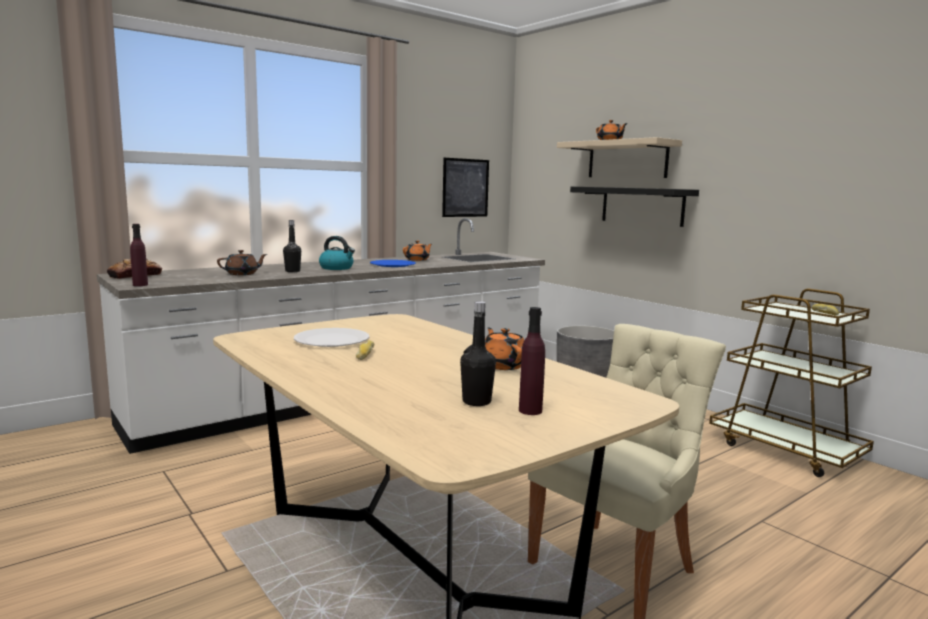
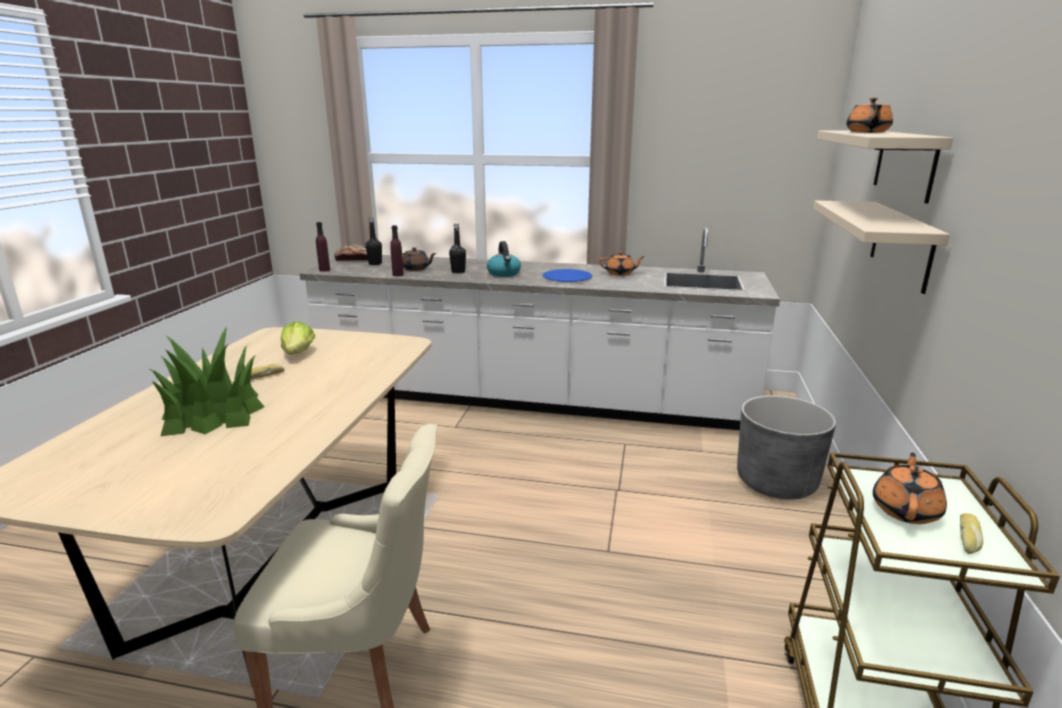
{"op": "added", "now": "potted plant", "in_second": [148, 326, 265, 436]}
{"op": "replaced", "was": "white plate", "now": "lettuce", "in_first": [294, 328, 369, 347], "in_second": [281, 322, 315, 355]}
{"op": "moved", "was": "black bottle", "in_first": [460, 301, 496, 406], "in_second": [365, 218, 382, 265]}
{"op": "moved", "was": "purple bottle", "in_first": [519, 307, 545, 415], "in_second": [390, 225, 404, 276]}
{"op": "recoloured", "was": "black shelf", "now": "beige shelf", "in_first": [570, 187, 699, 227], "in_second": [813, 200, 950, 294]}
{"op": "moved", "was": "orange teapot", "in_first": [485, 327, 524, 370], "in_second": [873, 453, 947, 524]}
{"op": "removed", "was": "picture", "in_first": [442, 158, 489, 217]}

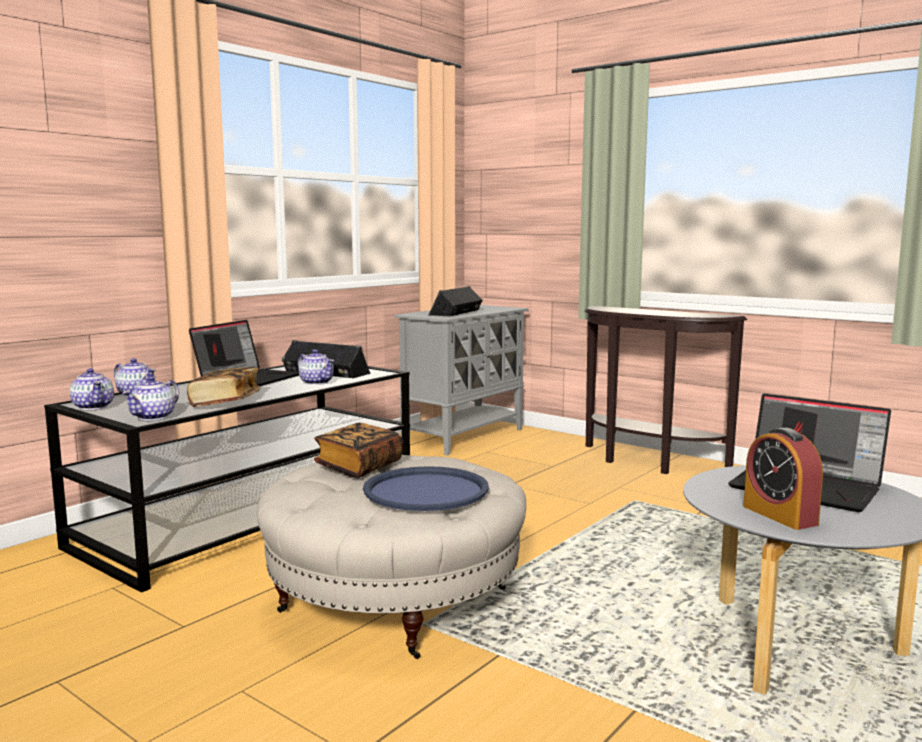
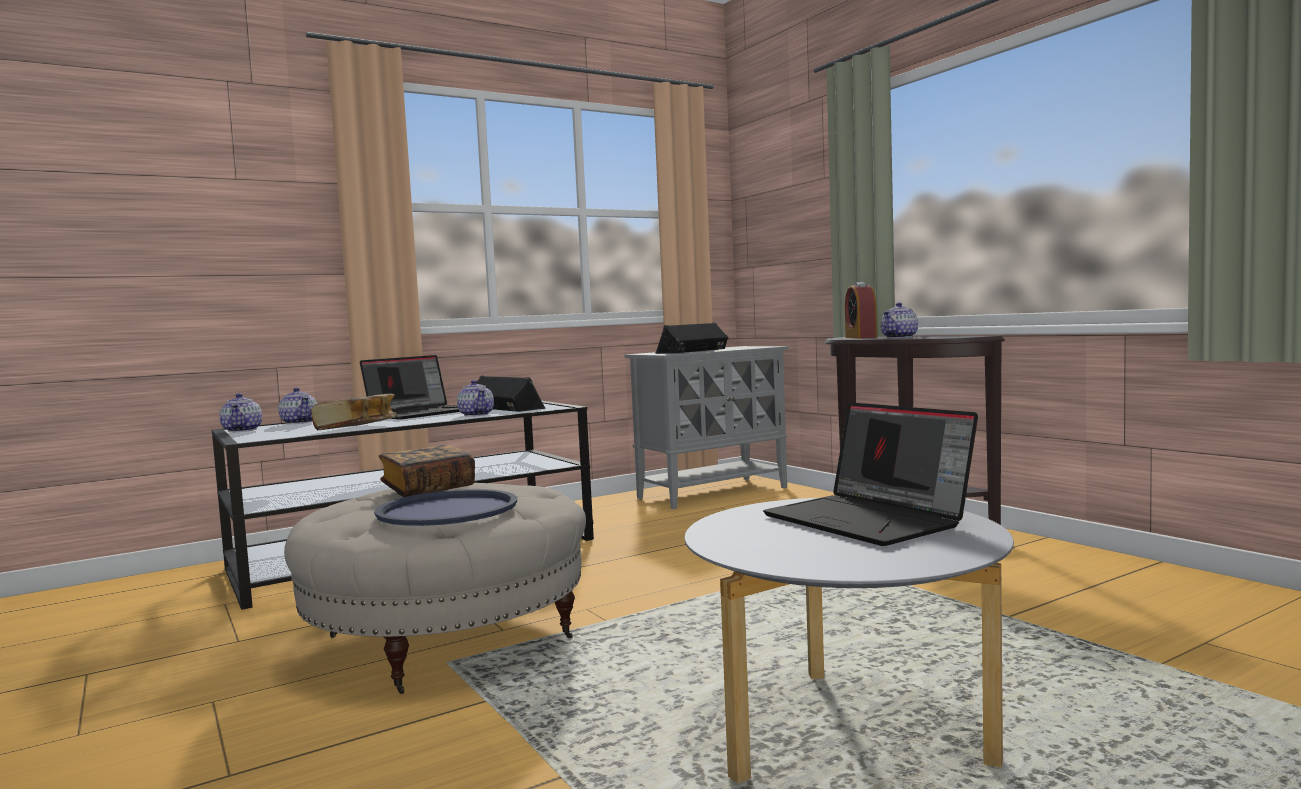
{"op": "moved", "was": "alarm clock", "in_first": [743, 428, 823, 530], "in_second": [845, 282, 877, 339]}
{"op": "moved", "was": "teapot", "in_first": [122, 376, 179, 420], "in_second": [881, 303, 918, 338]}

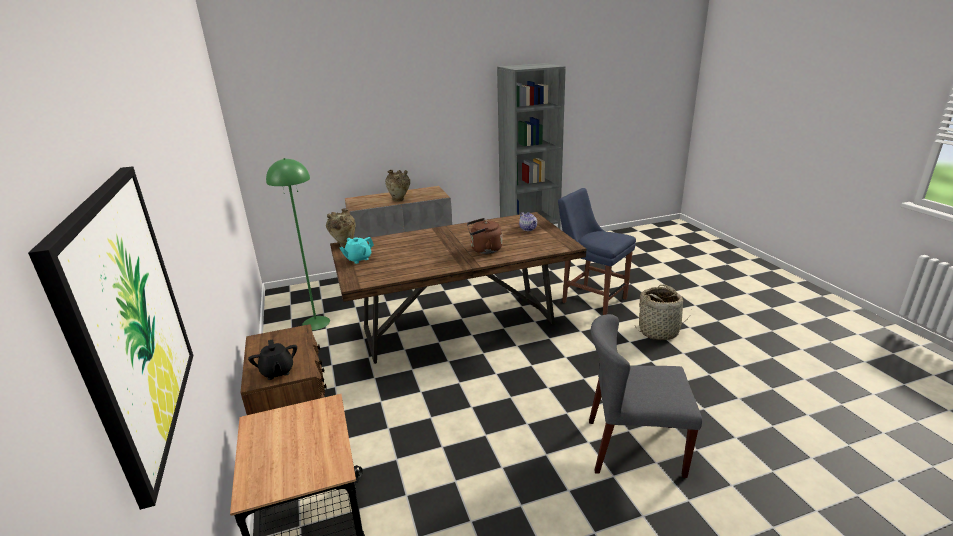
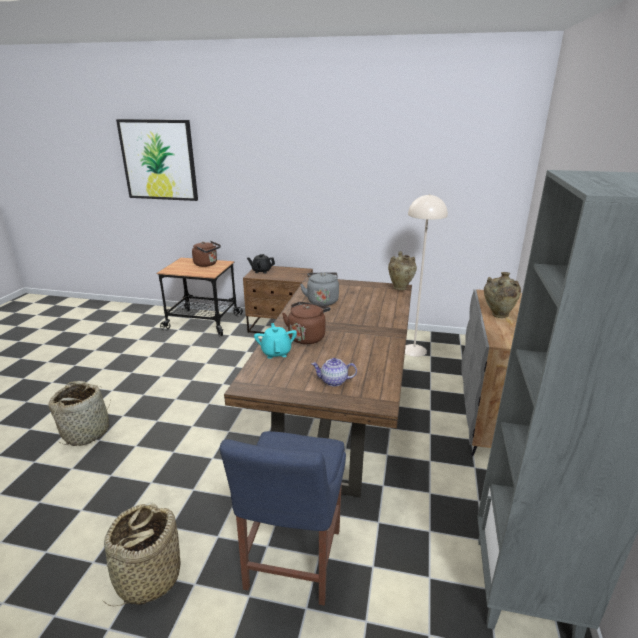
{"op": "replaced", "was": "grey chair", "now": "basket", "in_first": [589, 314, 702, 478], "in_second": [48, 381, 111, 446]}
{"op": "added", "now": "brown kettle", "in_second": [192, 241, 221, 267]}
{"op": "turned", "was": "blue chair", "in_first": [558, 188, 636, 315], "in_second": [220, 431, 346, 606], "clockwise": 120}
{"op": "moved", "was": "turquoise teapot", "in_first": [340, 237, 374, 264], "in_second": [254, 323, 297, 359]}
{"op": "added", "now": "grey kettle", "in_second": [300, 272, 339, 306]}
{"op": "recoloured", "was": "green floor lamp", "now": "beige floor lamp", "in_first": [266, 158, 330, 330], "in_second": [405, 194, 448, 357]}

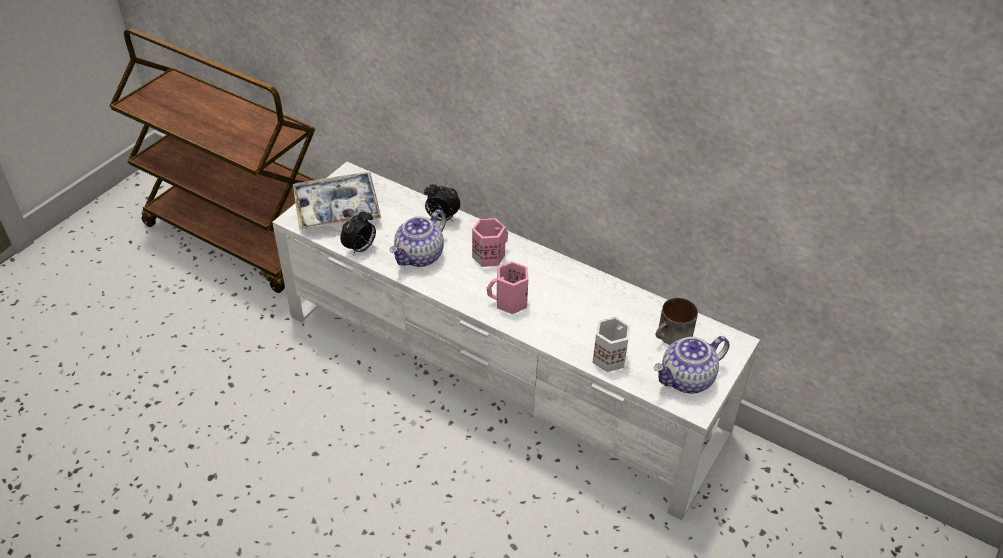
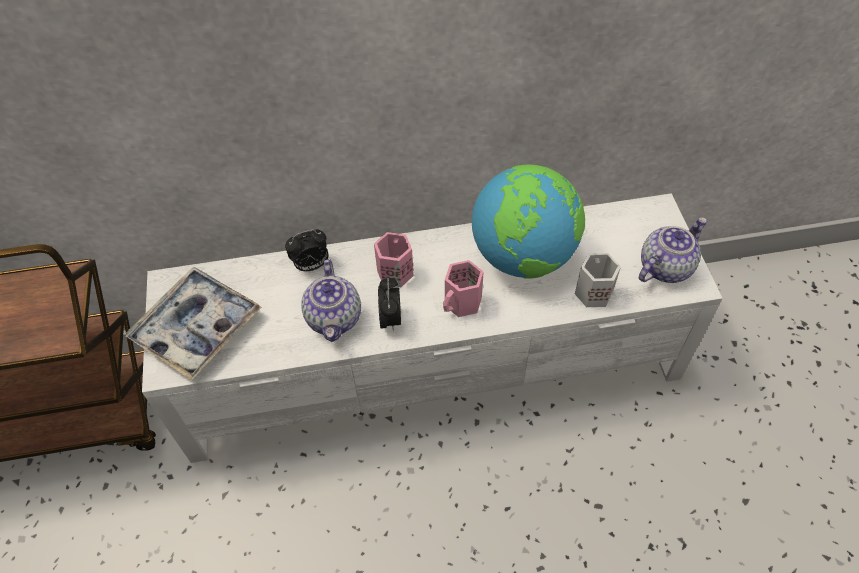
{"op": "moved", "was": "alarm clock", "in_first": [340, 210, 376, 256], "in_second": [378, 278, 401, 332]}
{"op": "added", "now": "globe", "in_second": [472, 164, 585, 279]}
{"op": "turned", "was": "teapot", "in_first": [653, 336, 730, 393], "in_second": [639, 217, 707, 283], "clockwise": -150}
{"op": "removed", "was": "mug", "in_first": [656, 298, 698, 345]}

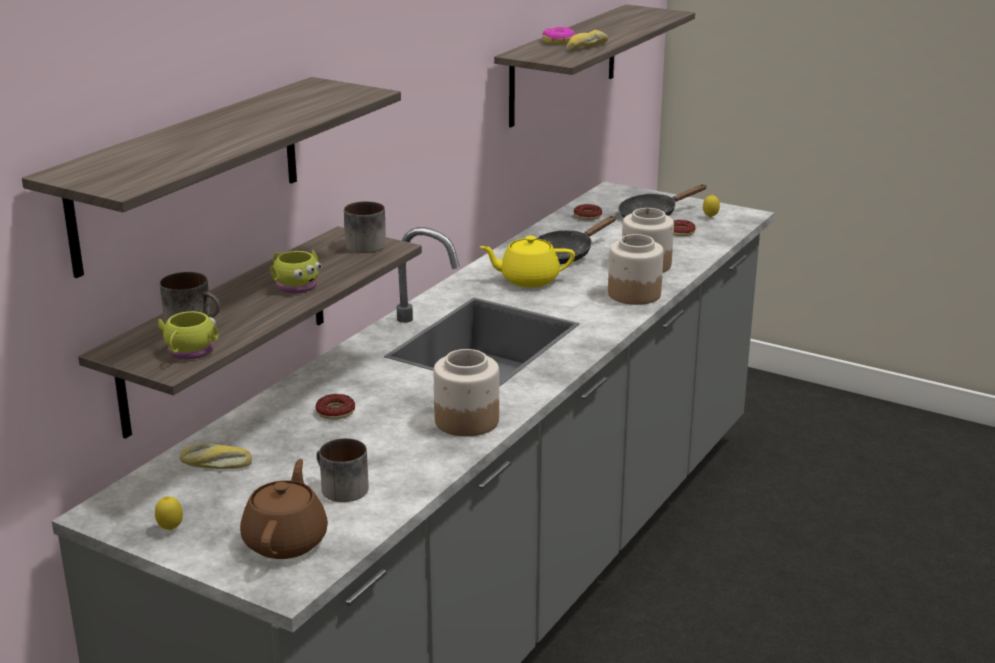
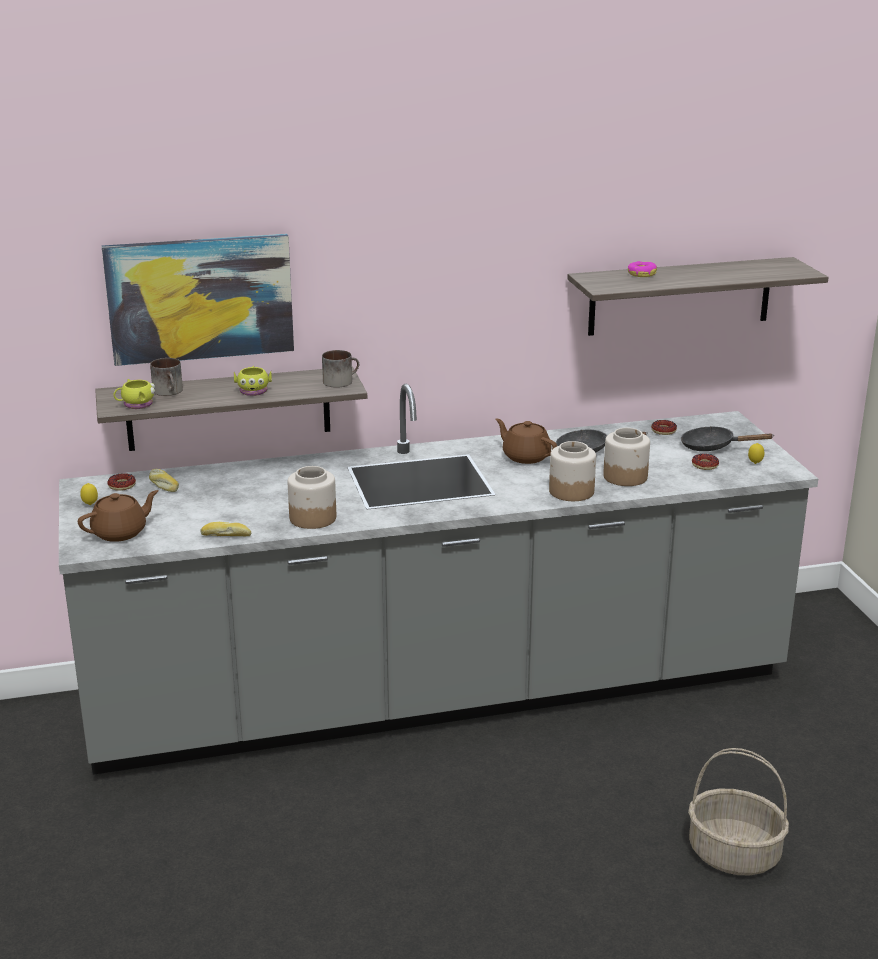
{"op": "replaced", "was": "shelf", "now": "picture", "in_first": [22, 77, 401, 278], "in_second": [102, 234, 294, 366]}
{"op": "moved", "was": "donut", "in_first": [315, 394, 355, 420], "in_second": [108, 473, 136, 491]}
{"op": "moved", "was": "bread", "in_first": [566, 30, 608, 51], "in_second": [200, 522, 251, 536]}
{"op": "recoloured", "was": "yellow teapot", "now": "brown teapot", "in_first": [480, 235, 575, 287], "in_second": [495, 418, 557, 464]}
{"op": "added", "now": "basket", "in_second": [688, 748, 789, 875]}
{"op": "removed", "was": "mug", "in_first": [316, 438, 369, 502]}

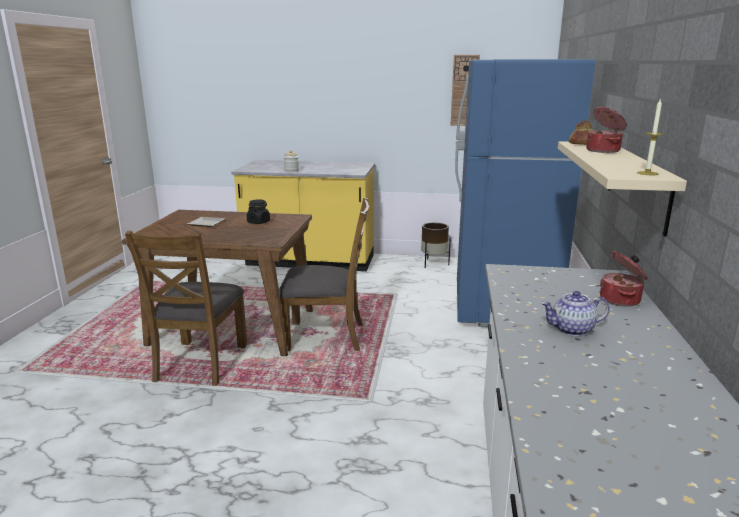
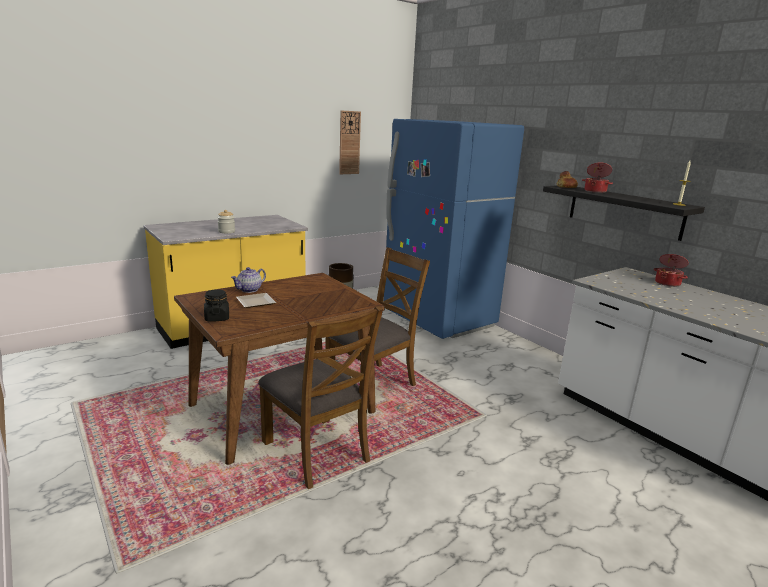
{"op": "moved", "was": "black jar", "in_first": [247, 199, 270, 224], "in_second": [204, 289, 229, 321]}
{"op": "moved", "was": "teapot", "in_first": [541, 291, 610, 336], "in_second": [231, 267, 266, 293]}
{"op": "recoloured", "was": "beige shelf", "now": "black shelf", "in_first": [558, 141, 687, 236], "in_second": [543, 185, 705, 241]}

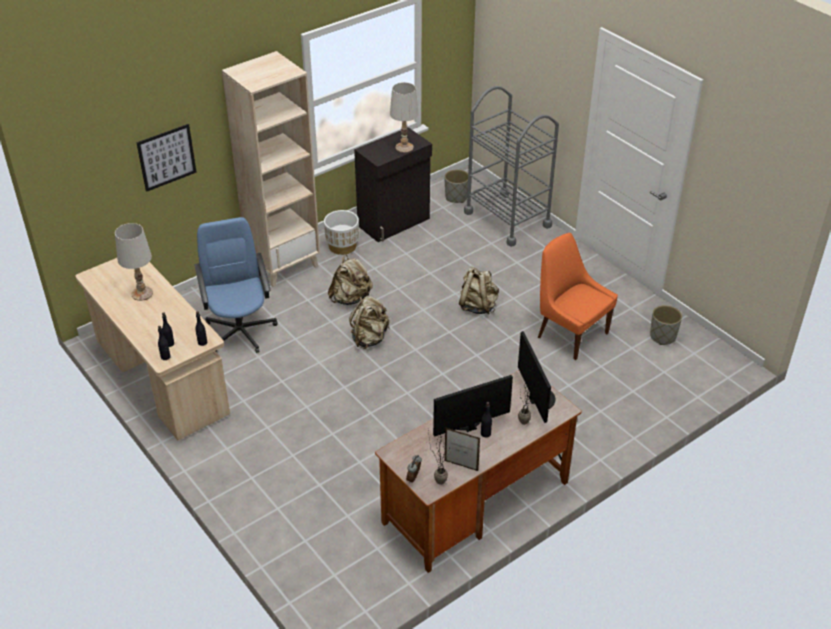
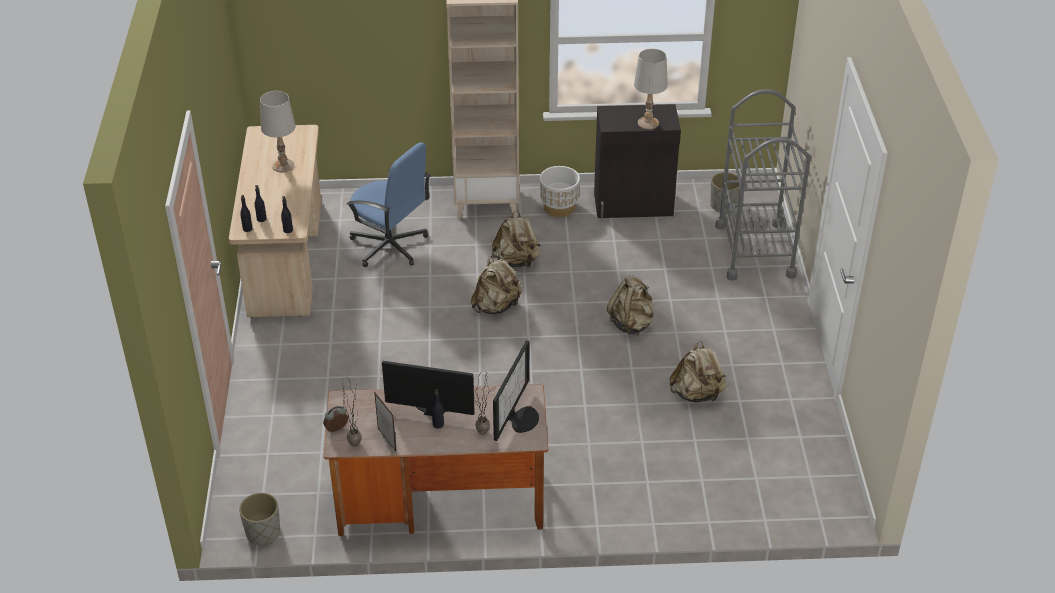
{"op": "moved", "was": "grey planter", "in_first": [650, 305, 682, 345], "in_second": [239, 493, 280, 545]}
{"op": "turned", "was": "blue office chair", "in_first": [194, 217, 277, 353], "in_second": [347, 142, 430, 267], "clockwise": 105}
{"op": "replaced", "was": "orange chair", "now": "beige backpack", "in_first": [538, 233, 618, 360], "in_second": [669, 341, 727, 403]}
{"op": "removed", "was": "picture", "in_first": [136, 124, 197, 192]}

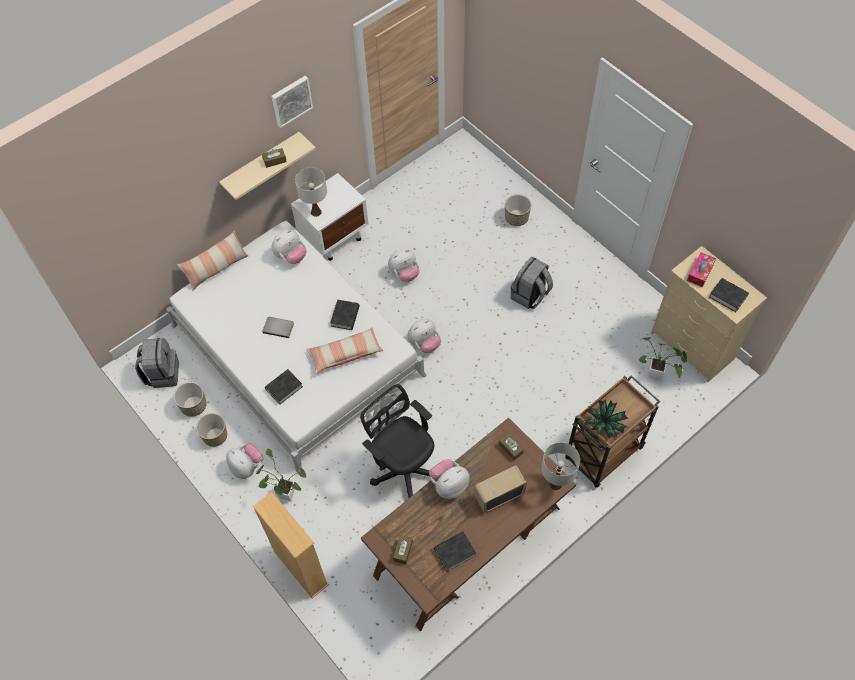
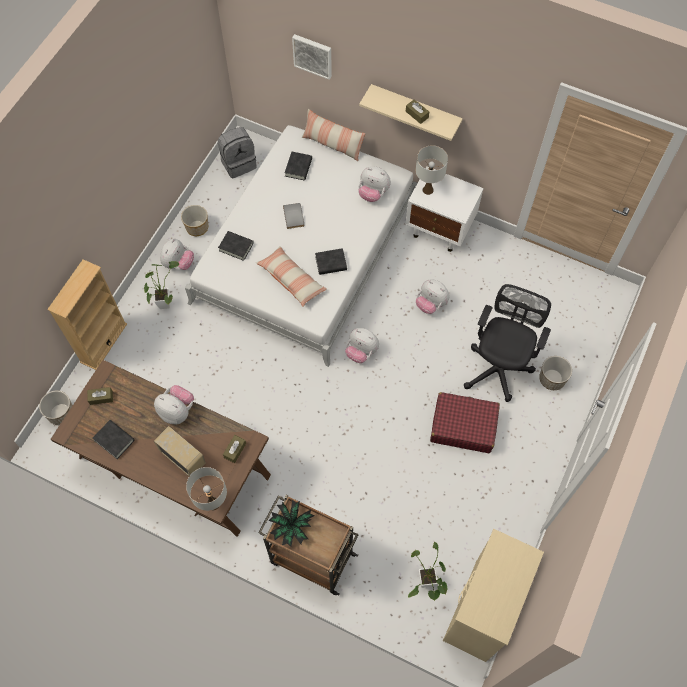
{"op": "moved", "was": "planter", "in_first": [174, 382, 207, 417], "in_second": [39, 391, 73, 425]}
{"op": "moved", "was": "black book", "in_first": [709, 278, 749, 312], "in_second": [285, 152, 312, 180]}
{"op": "moved", "was": "picture", "in_first": [271, 76, 313, 128], "in_second": [292, 34, 332, 80]}
{"op": "replaced", "was": "grey backpack", "now": "red suitcase", "in_first": [511, 257, 553, 309], "in_second": [430, 392, 500, 453]}
{"op": "moved", "was": "black office chair", "in_first": [360, 384, 434, 498], "in_second": [464, 284, 551, 402]}
{"op": "removed", "was": "tissue box", "in_first": [687, 252, 716, 287]}

